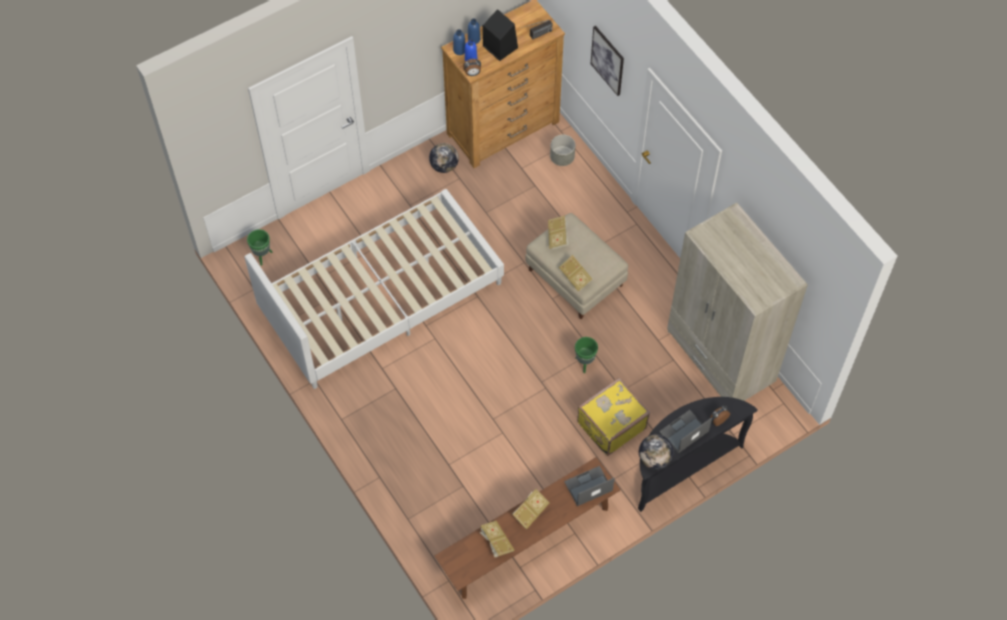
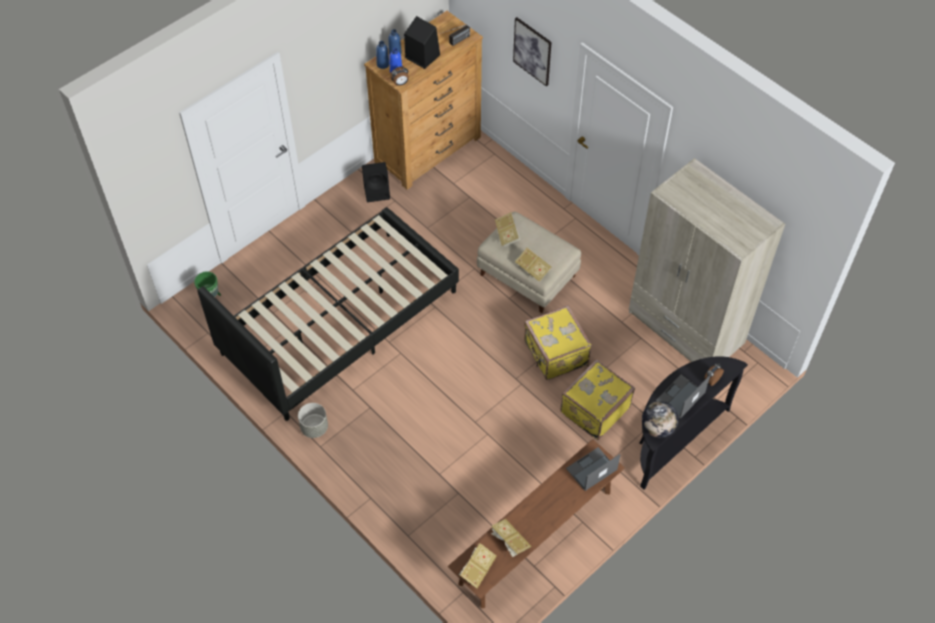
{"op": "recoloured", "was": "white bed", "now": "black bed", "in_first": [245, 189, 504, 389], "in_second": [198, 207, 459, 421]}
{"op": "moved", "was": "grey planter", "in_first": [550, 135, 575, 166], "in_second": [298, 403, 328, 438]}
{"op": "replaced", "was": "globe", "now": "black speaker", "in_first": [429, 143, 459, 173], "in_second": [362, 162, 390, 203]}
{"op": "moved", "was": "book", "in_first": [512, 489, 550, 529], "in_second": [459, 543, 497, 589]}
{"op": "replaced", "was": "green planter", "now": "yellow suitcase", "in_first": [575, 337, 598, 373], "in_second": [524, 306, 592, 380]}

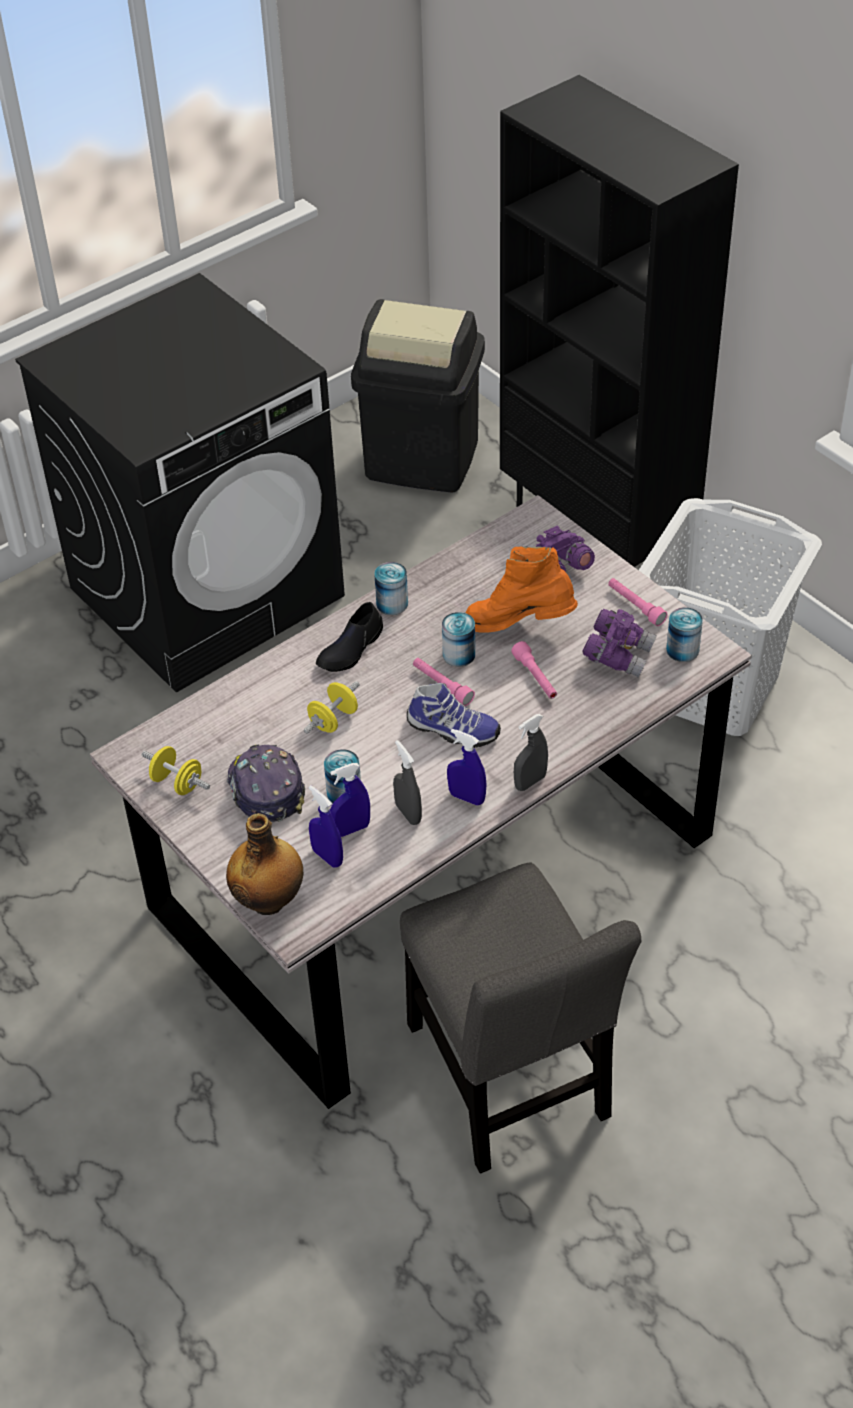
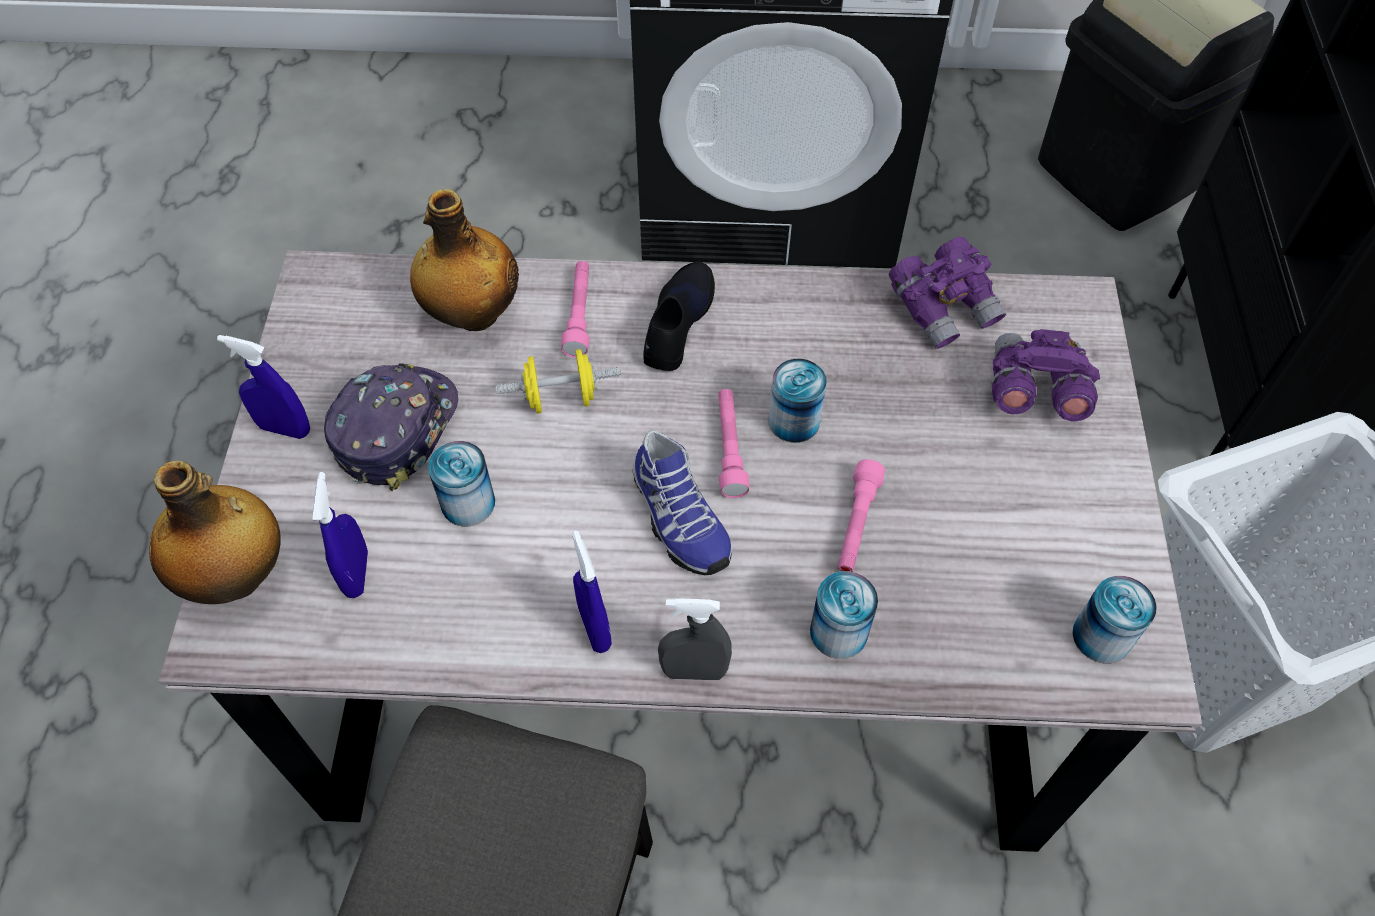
{"op": "moved", "was": "blue spray bottle", "in_first": [330, 763, 370, 837], "in_second": [217, 335, 310, 439]}
{"op": "added", "now": "bottle", "in_second": [410, 189, 519, 331]}
{"op": "moved", "was": "pink flashlight", "in_first": [608, 578, 668, 626], "in_second": [561, 261, 590, 357]}
{"op": "turned", "was": "black shoe", "in_first": [316, 602, 383, 672], "in_second": [643, 261, 715, 371], "clockwise": 120}
{"op": "moved", "was": "can", "in_first": [374, 562, 408, 615], "in_second": [810, 571, 878, 659]}
{"op": "moved", "was": "purple binoculars", "in_first": [582, 609, 657, 677], "in_second": [889, 237, 1006, 349]}
{"op": "removed", "was": "yellow dumbbell", "in_first": [142, 746, 210, 795]}
{"op": "removed", "was": "grey spray bottle", "in_first": [393, 740, 422, 825]}
{"op": "removed", "was": "orange boot", "in_first": [466, 547, 578, 633]}

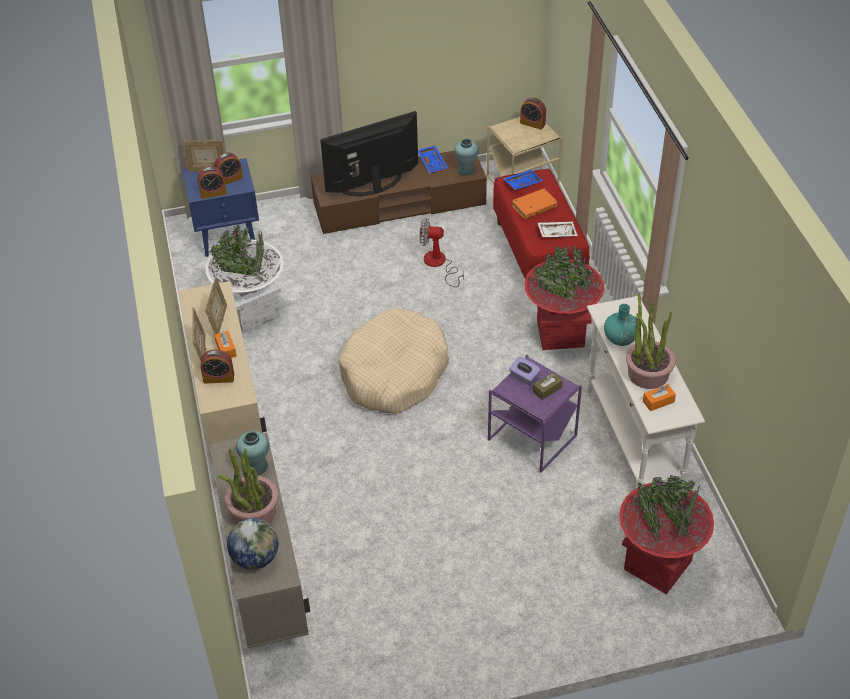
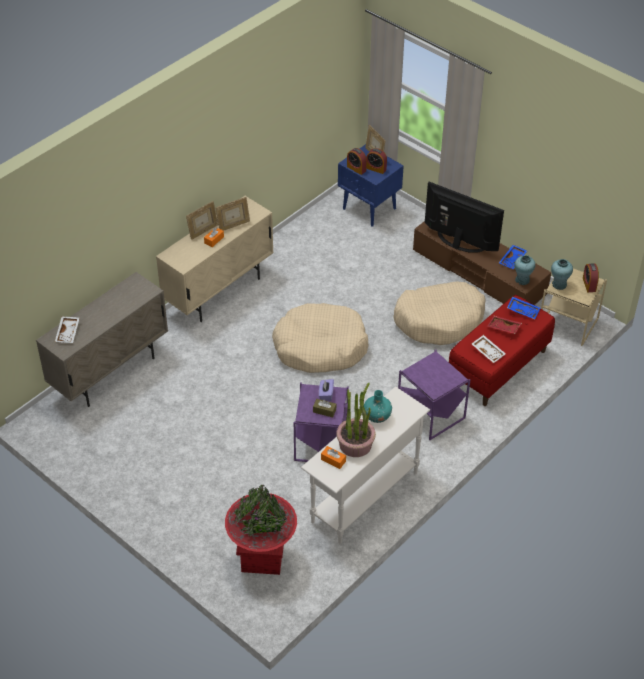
{"op": "replaced", "was": "globe", "now": "white tray", "in_first": [227, 518, 278, 570], "in_second": [55, 316, 80, 343]}
{"op": "replaced", "was": "fan", "now": "beige dog bed", "in_first": [420, 218, 464, 287], "in_second": [393, 281, 486, 345]}
{"op": "replaced", "was": "red planter", "now": "purple side table", "in_first": [524, 245, 604, 350], "in_second": [398, 349, 470, 440]}
{"op": "replaced", "was": "orange book", "now": "red tray", "in_first": [512, 189, 558, 219], "in_second": [487, 316, 522, 334]}
{"op": "moved", "was": "turquoise vase", "in_first": [236, 431, 269, 475], "in_second": [551, 259, 573, 290]}
{"op": "removed", "was": "alarm clock", "in_first": [201, 349, 234, 384]}
{"op": "removed", "was": "white planter", "in_first": [205, 225, 284, 333]}
{"op": "removed", "was": "potted plant", "in_first": [218, 448, 278, 523]}

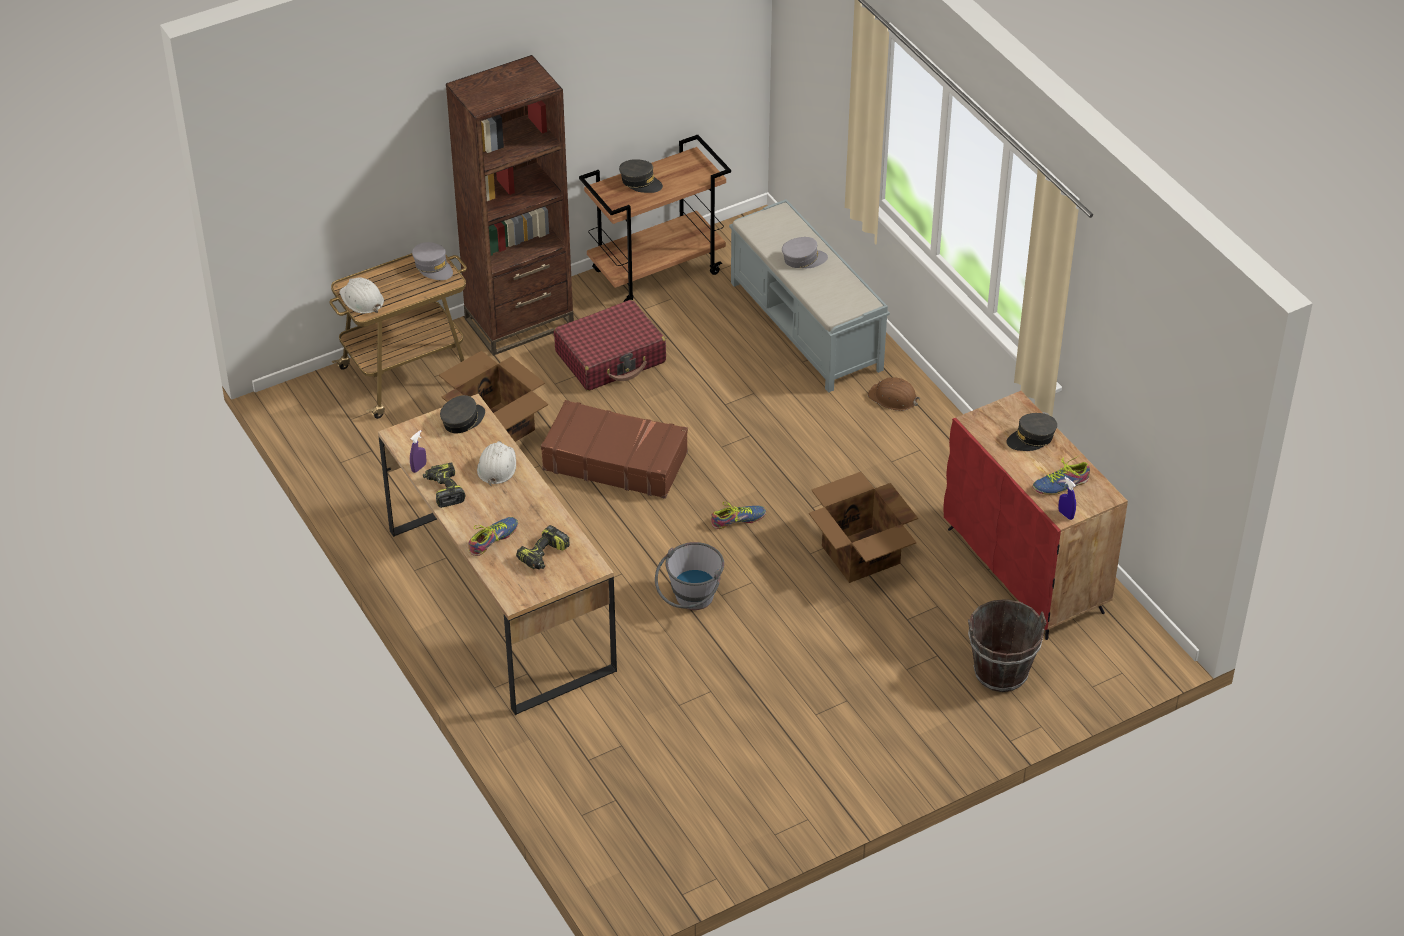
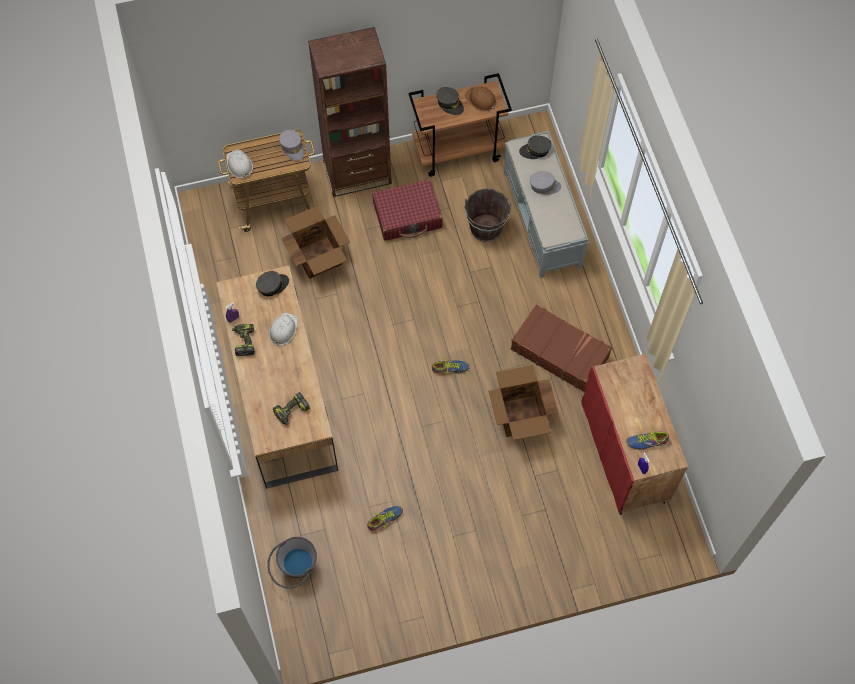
{"op": "moved", "was": "grey bucket", "in_first": [655, 542, 724, 610], "in_second": [267, 537, 317, 589]}
{"op": "moved", "was": "shoe", "in_first": [468, 517, 518, 556], "in_second": [367, 506, 403, 531]}
{"op": "moved", "was": "brown bucket", "in_first": [968, 599, 1047, 692], "in_second": [464, 188, 511, 242]}
{"op": "moved", "was": "brown hard hat", "in_first": [868, 377, 920, 411], "in_second": [465, 86, 497, 111]}
{"op": "moved", "was": "brown suitcase", "in_first": [541, 400, 688, 499], "in_second": [511, 304, 612, 393]}
{"op": "moved", "was": "grey cap", "in_first": [1006, 413, 1057, 451], "in_second": [519, 136, 552, 159]}

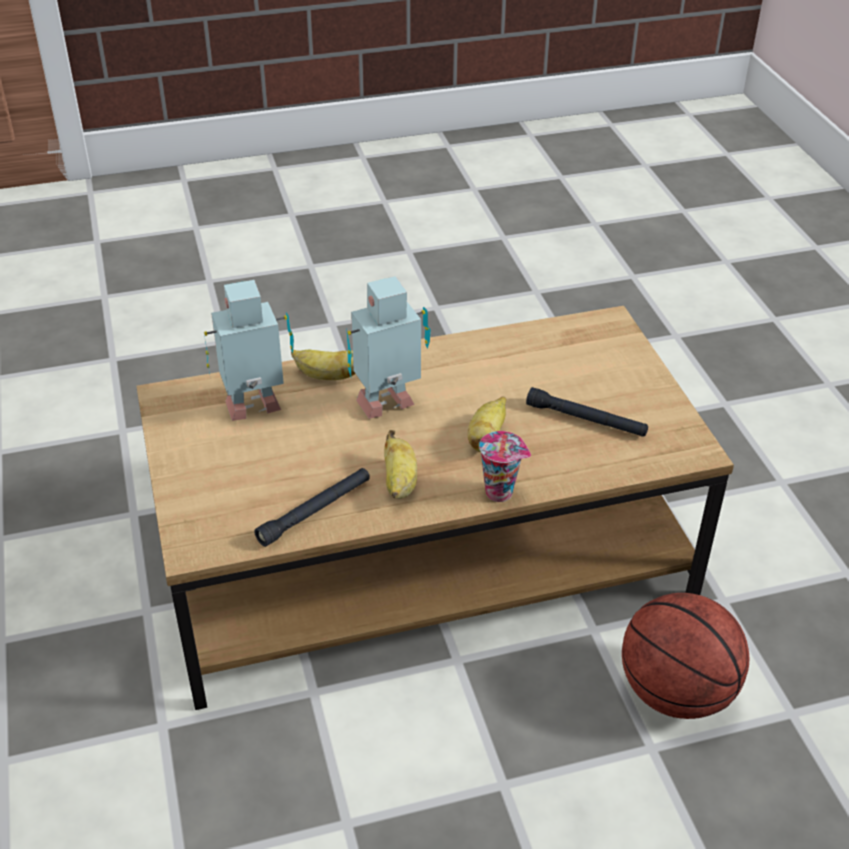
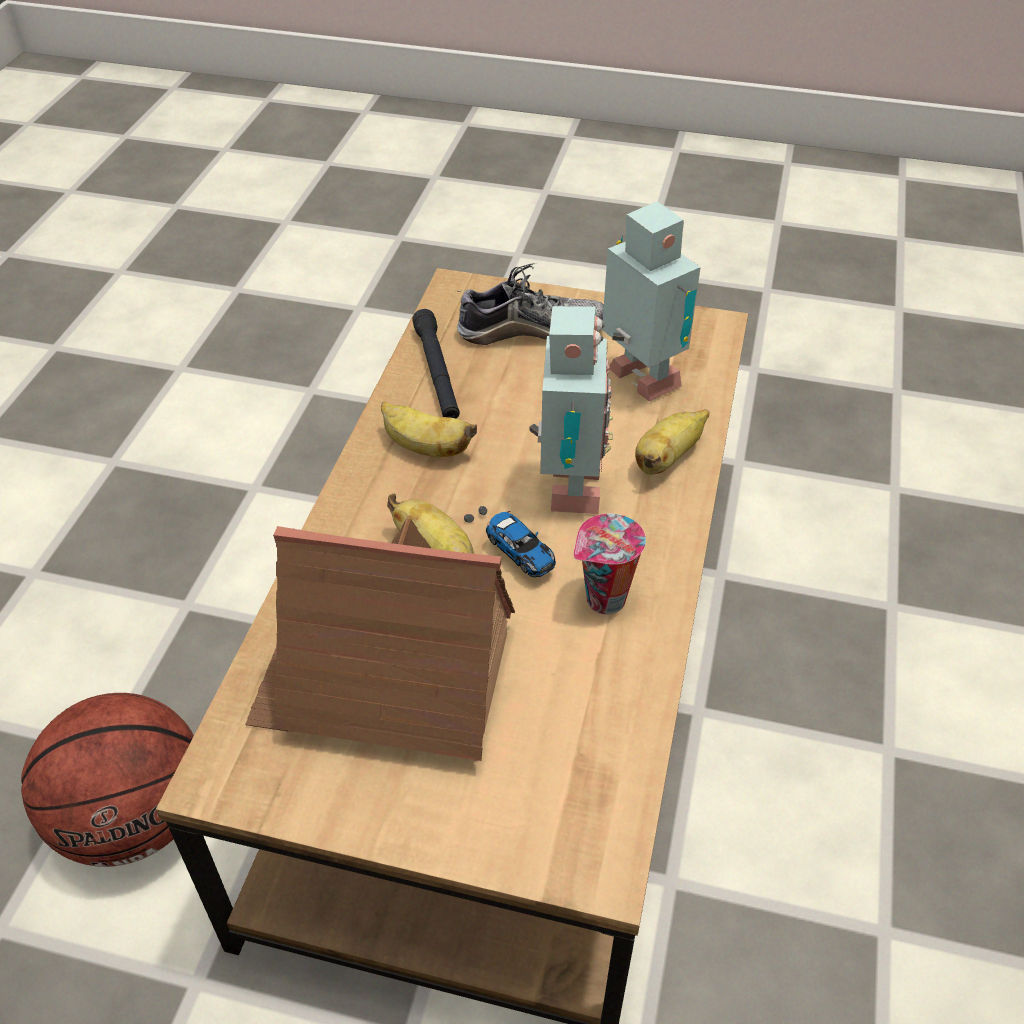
{"op": "replaced", "was": "black flashlight", "now": "toy house", "in_first": [526, 387, 648, 437], "in_second": [245, 519, 515, 761]}
{"op": "added", "now": "shoe", "in_second": [457, 263, 604, 345]}
{"op": "added", "now": "toy car", "in_second": [464, 506, 556, 577]}
{"op": "moved", "was": "cup", "in_first": [479, 431, 531, 502], "in_second": [573, 513, 646, 614]}
{"op": "turned", "was": "toy robot", "in_first": [203, 280, 294, 421], "in_second": [602, 201, 701, 401], "clockwise": -45}

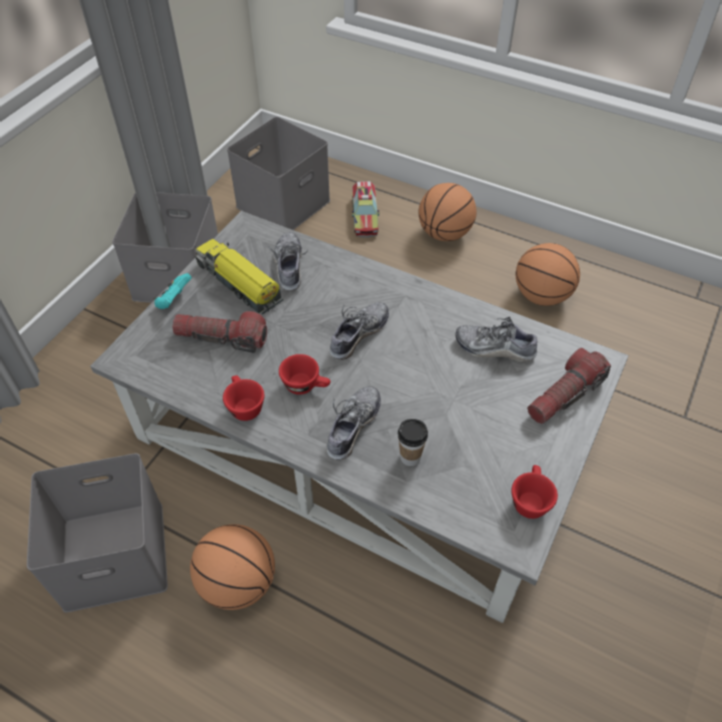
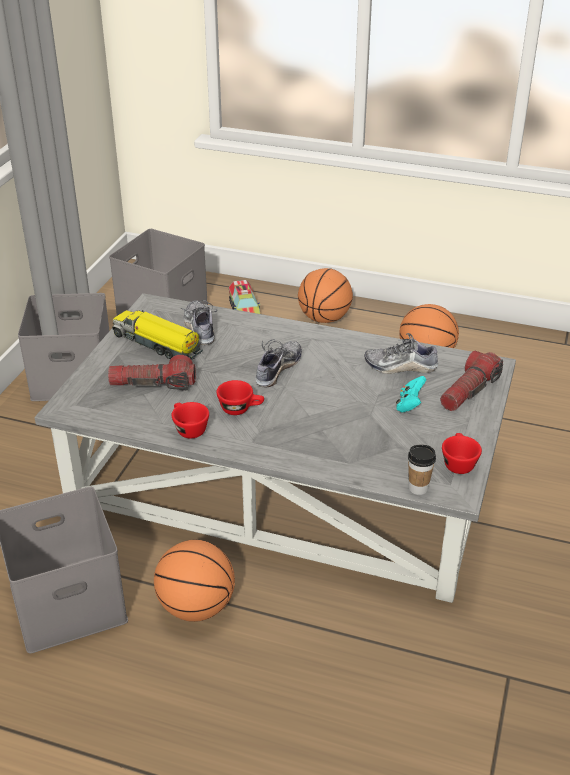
{"op": "moved", "was": "turquoise game controller", "in_first": [153, 273, 192, 309], "in_second": [396, 376, 426, 413]}
{"op": "moved", "was": "cup", "in_first": [398, 419, 428, 466], "in_second": [408, 444, 436, 495]}
{"op": "removed", "was": "shoe", "in_first": [327, 386, 381, 460]}

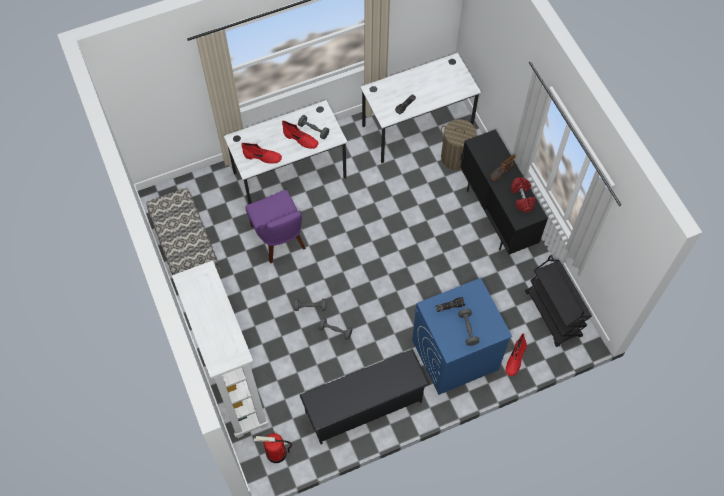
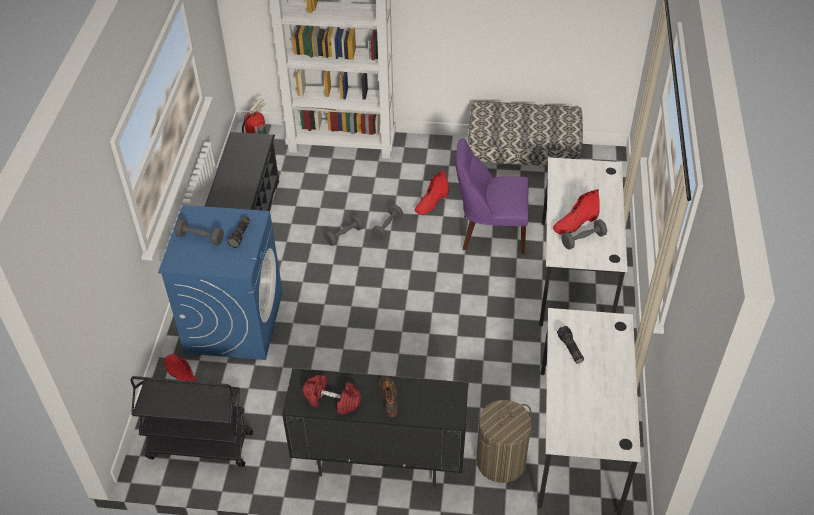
{"op": "moved", "was": "red boot", "in_first": [241, 143, 282, 164], "in_second": [415, 170, 449, 215]}

